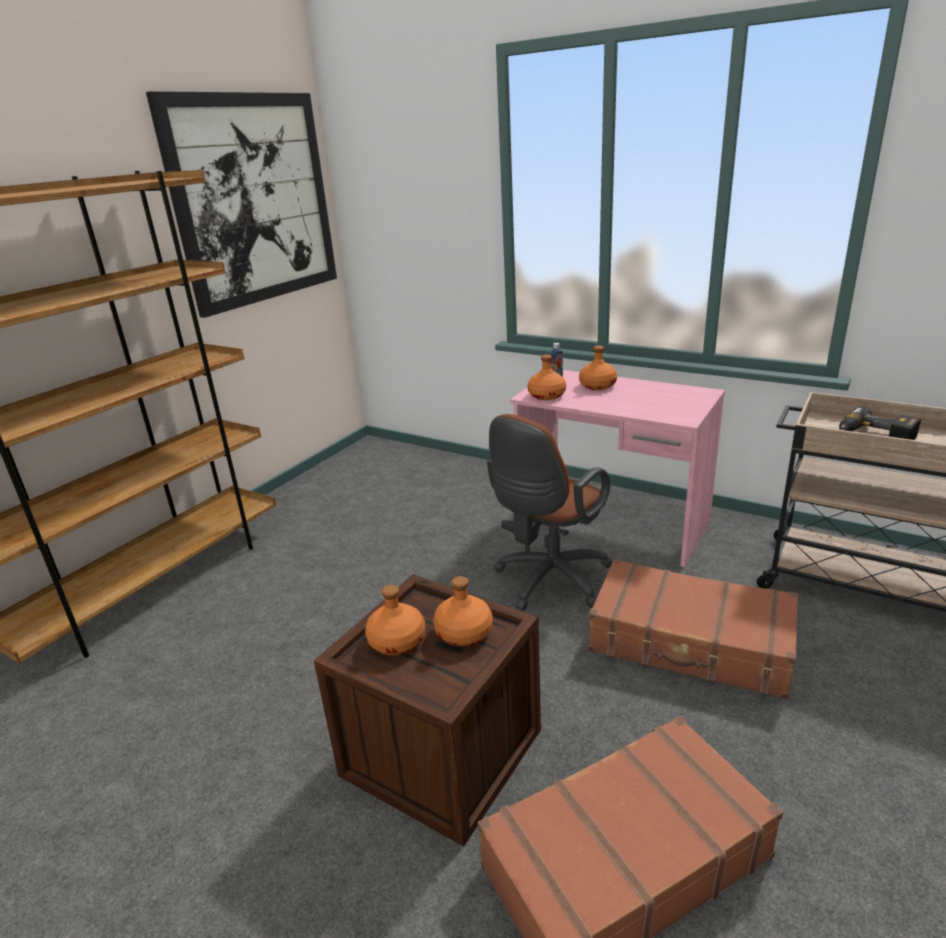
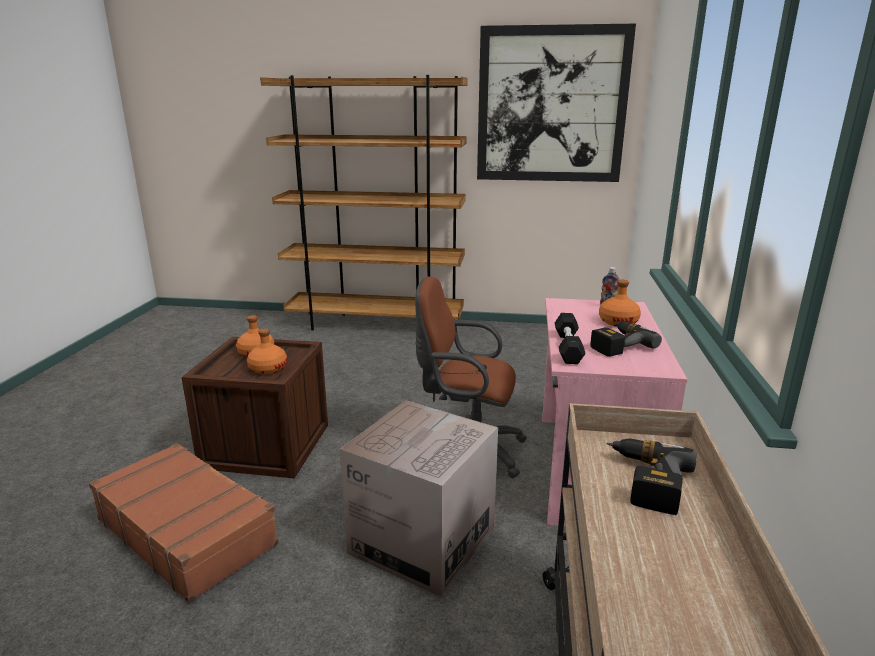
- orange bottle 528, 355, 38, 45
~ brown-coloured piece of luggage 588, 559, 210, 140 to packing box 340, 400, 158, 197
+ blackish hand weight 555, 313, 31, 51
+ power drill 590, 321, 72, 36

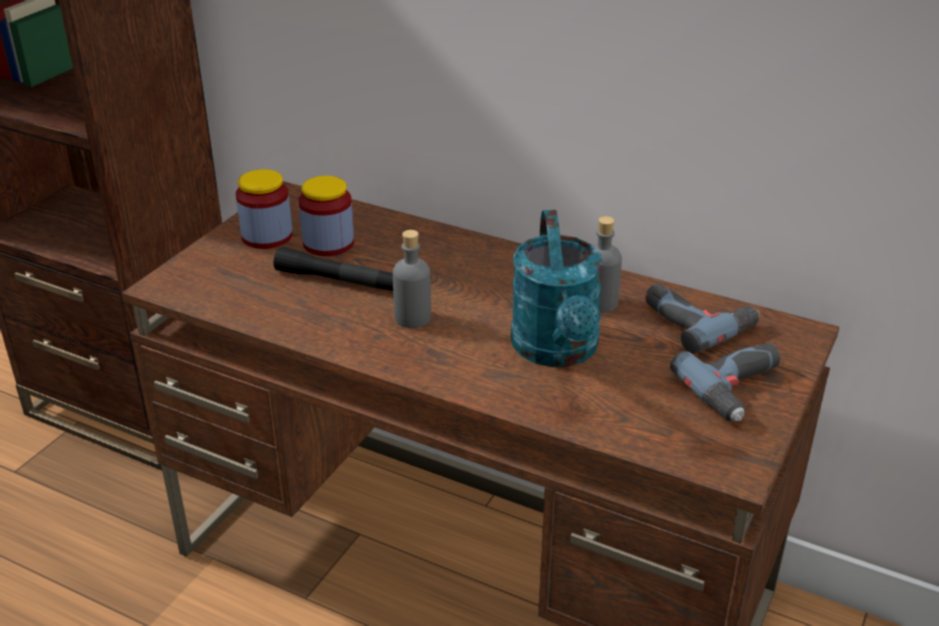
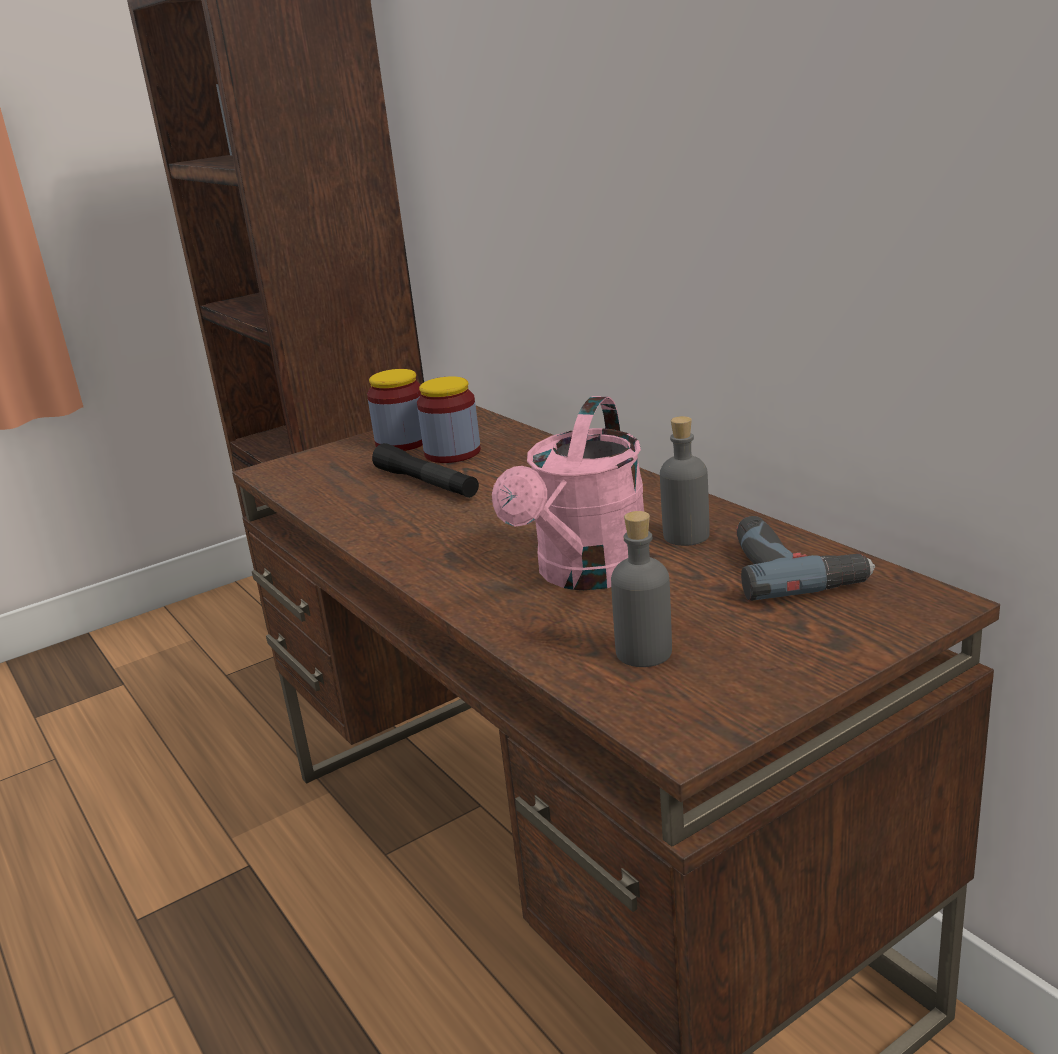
~ greyish bottle 393, 230, 38, 98 to 611, 511, 61, 156
~ turquoise-coloured watering pot 511, 210, 92, 157 to pinkish watering pot 492, 396, 158, 194
- power drill 670, 343, 110, 78

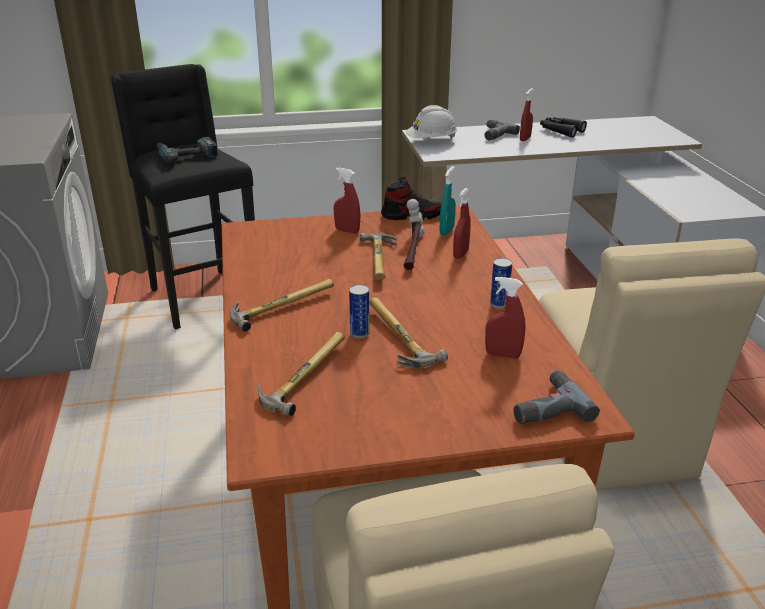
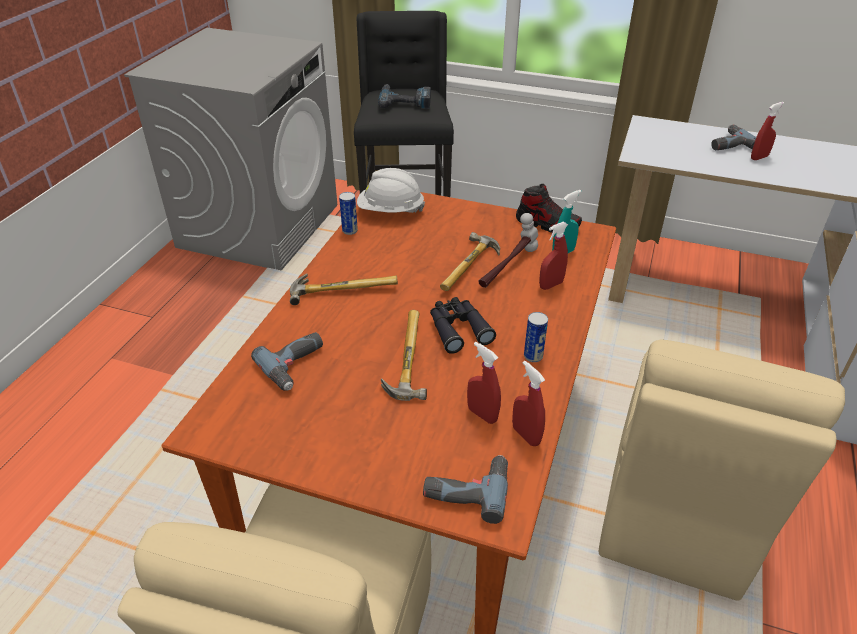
~ hammer 258, 332, 87, 84 to power drill 251, 332, 72, 59
~ reddish hand sprayer 334, 168, 26, 65 to 512, 361, 33, 85
~ can 349, 285, 21, 53 to 339, 192, 19, 43
~ white hard hat 406, 105, 51, 33 to 357, 168, 68, 45
~ blackish pair of binoculars 540, 117, 47, 21 to 430, 297, 66, 57

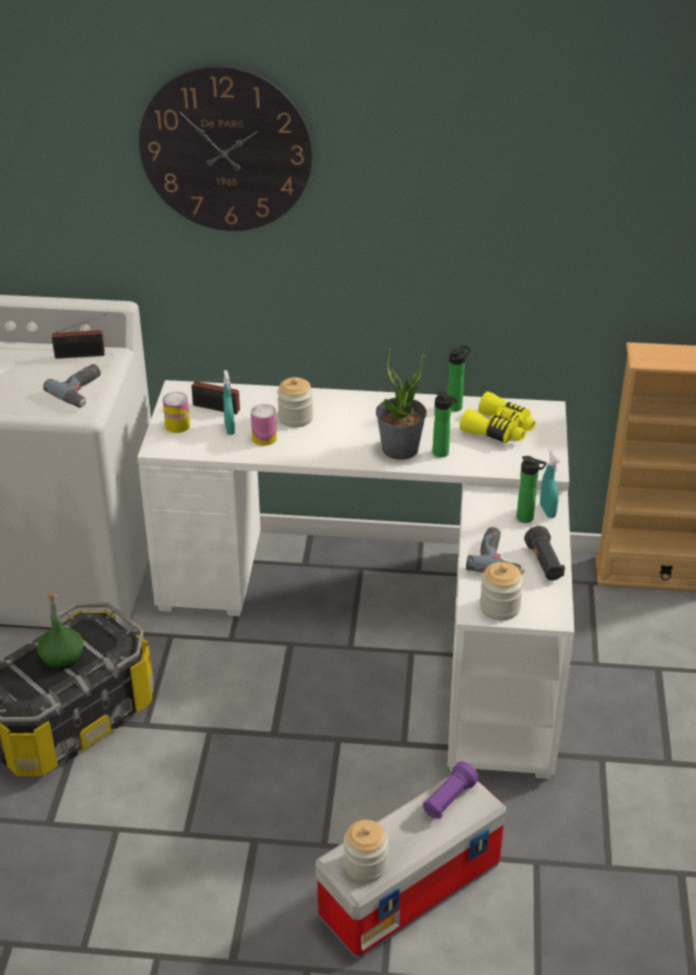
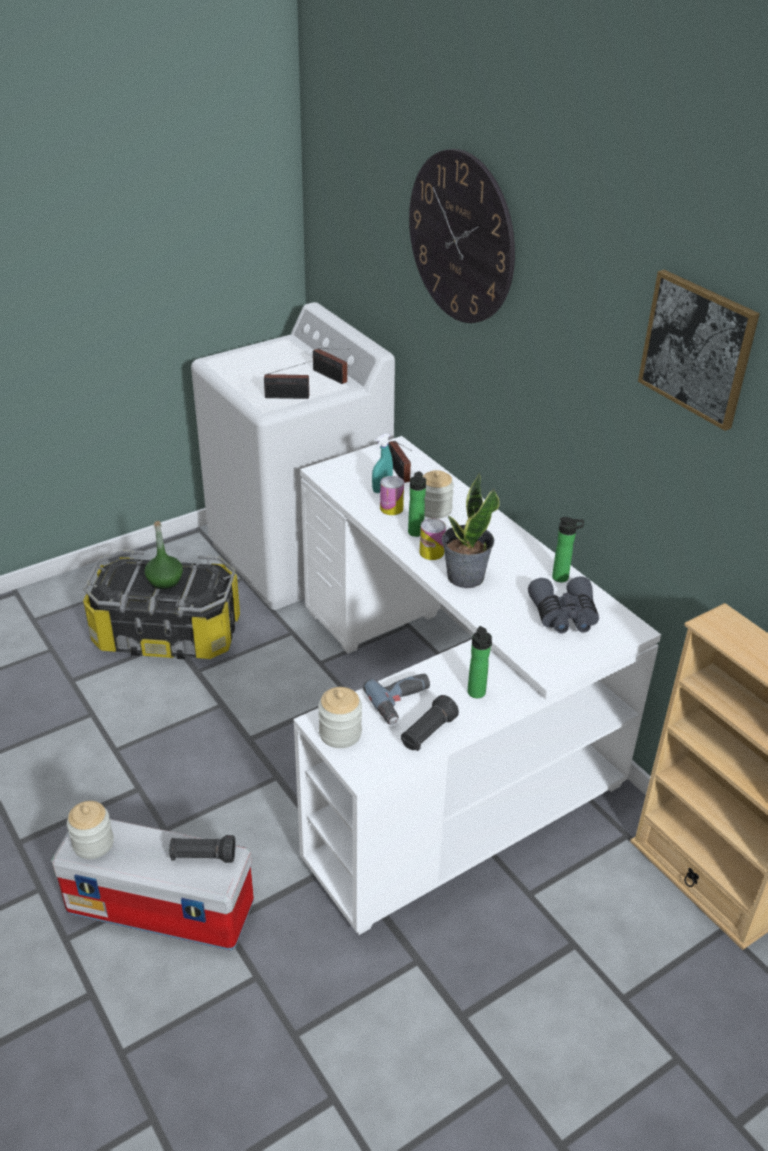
~ power drill 43, 364, 58, 44 to radio receiver 264, 360, 50, 39
~ can 163, 392, 27, 41 to 419, 519, 27, 41
~ purple-coloured hand torch 423, 761, 55, 58 to blackish hand torch 169, 835, 66, 28
~ bottle 433, 391, 25, 67 to 408, 471, 18, 66
~ yellow-coloured pair of binoculars 460, 392, 76, 51 to greyish pair of binoculars 528, 576, 71, 58
- turquoise-coloured hand sprayer 540, 451, 20, 67
+ picture 638, 270, 122, 161

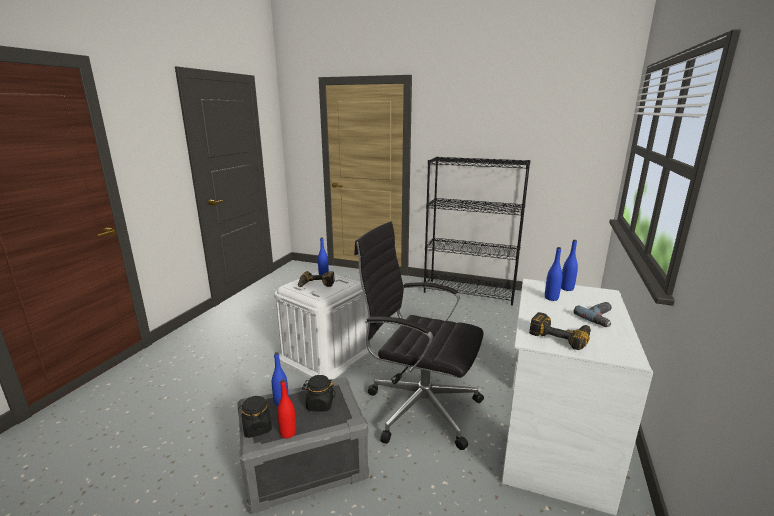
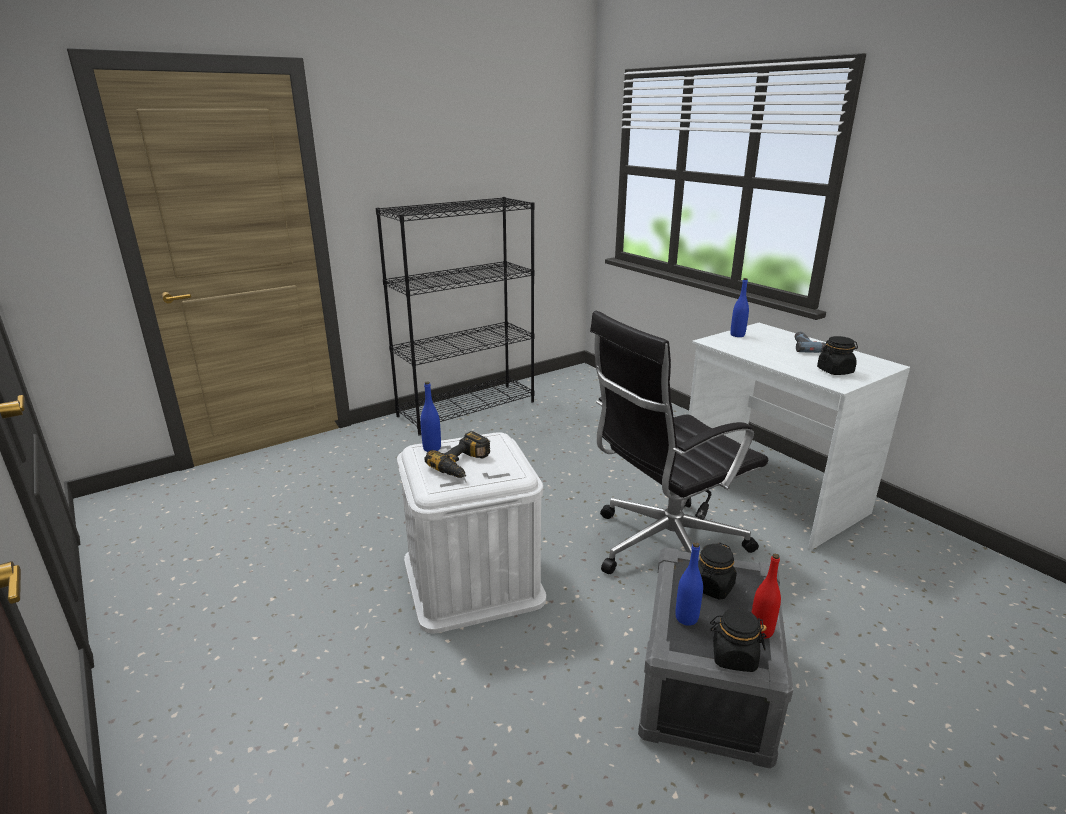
~ power drill 529, 312, 62, 38 to blackish storage jar 817, 336, 41, 39
- blue-coloured bottle 545, 247, 17, 54

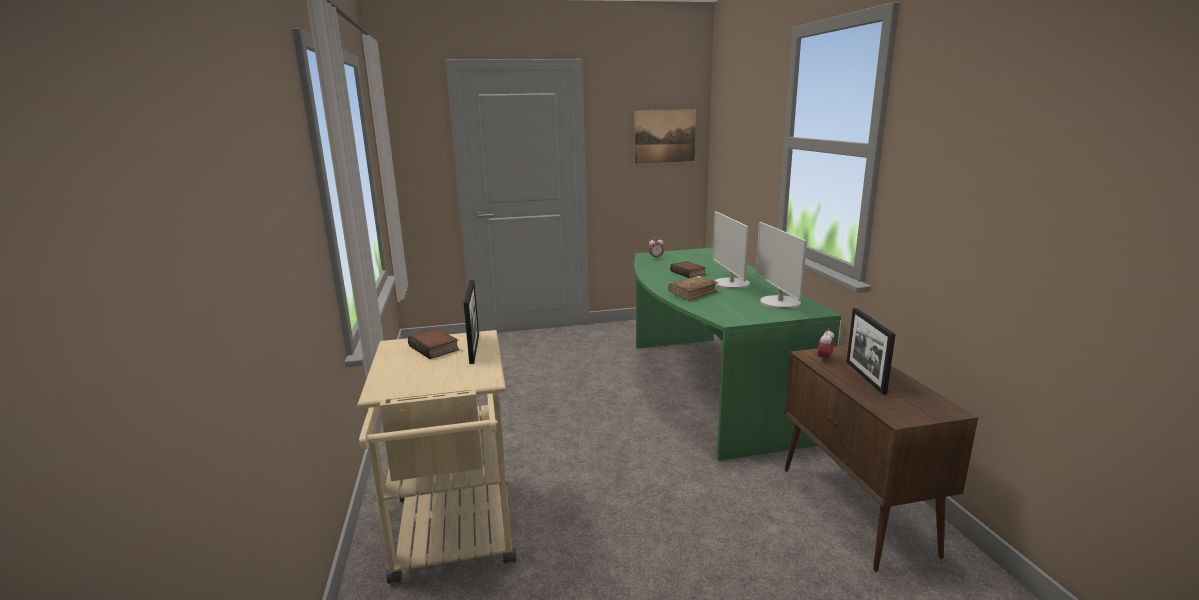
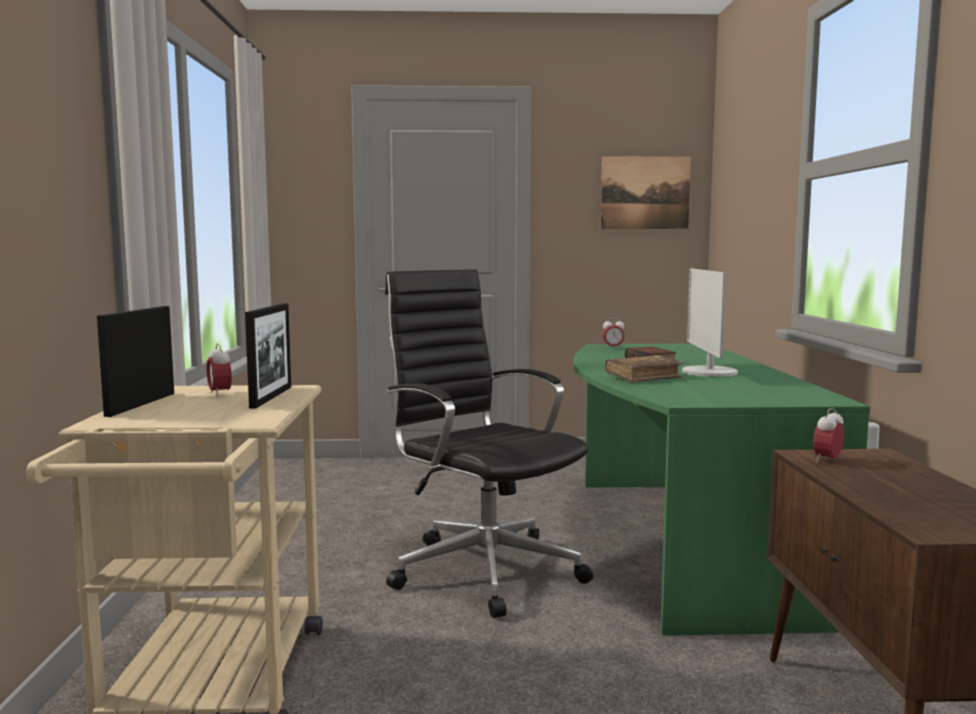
~ bound book 408, 328, 51, 31 to alarm clock 206, 343, 26, 54
- computer screen 756, 222, 51, 87
~ picture frame 847, 308, 49, 87 to 97, 306, 77, 111
+ blackish office chair 385, 269, 208, 349

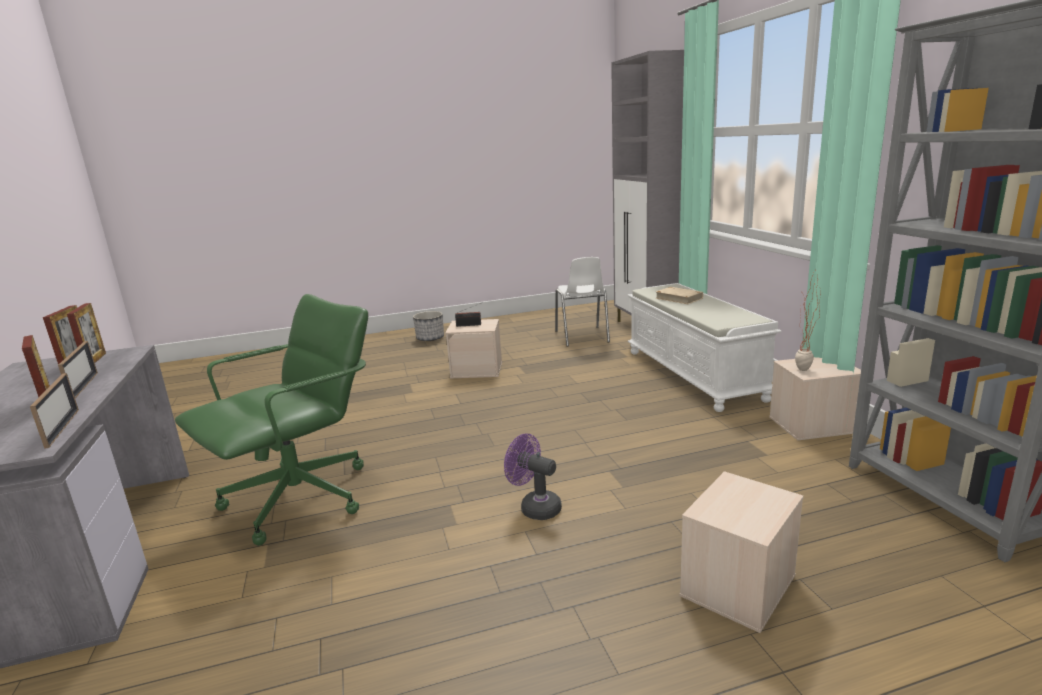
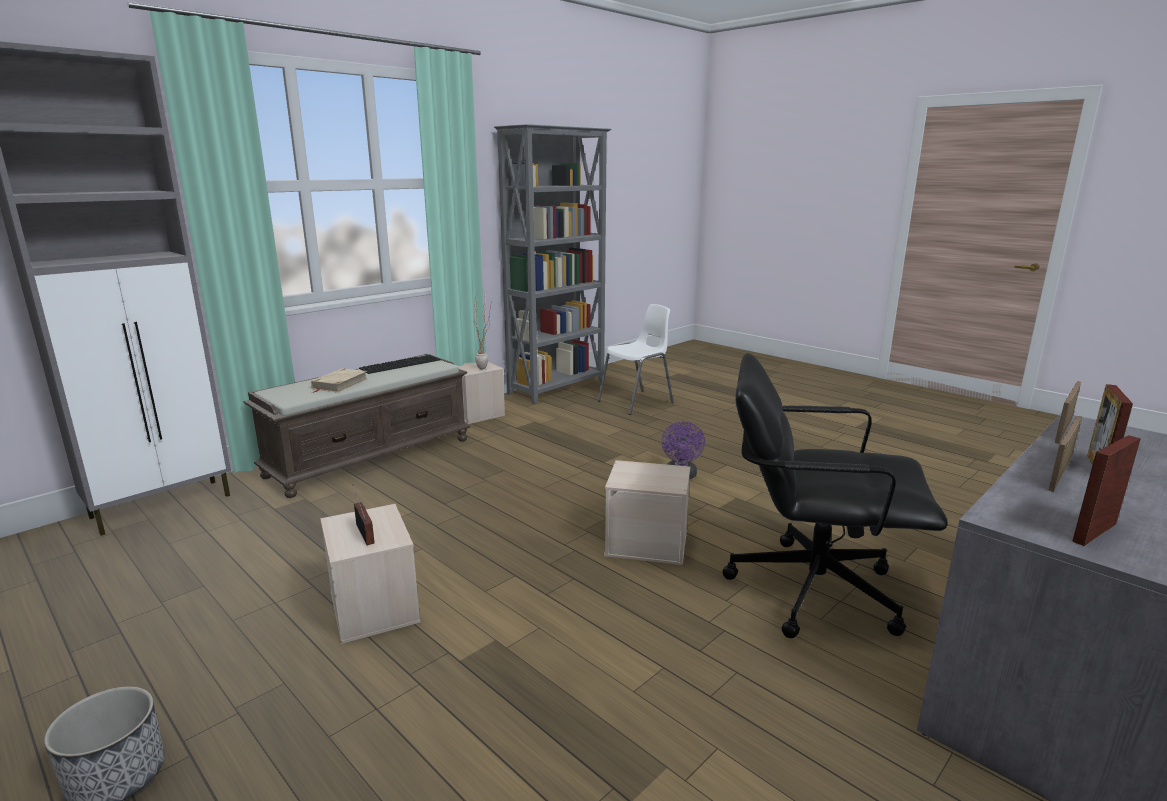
- picture frame 67, 303, 39, 60
~ greenish office chair 175, 294, 193, 252 to blackish office chair 723, 353, 225, 285
~ white upright chair 555, 257, 55, 90 to 597, 304, 77, 111
~ white indoor bench 627, 283, 155, 129 to brown-coloured indoor bench 244, 354, 227, 144
~ sand-coloured storage container 680, 471, 124, 162 to 604, 460, 86, 105
+ PC keyboard 359, 355, 82, 19

